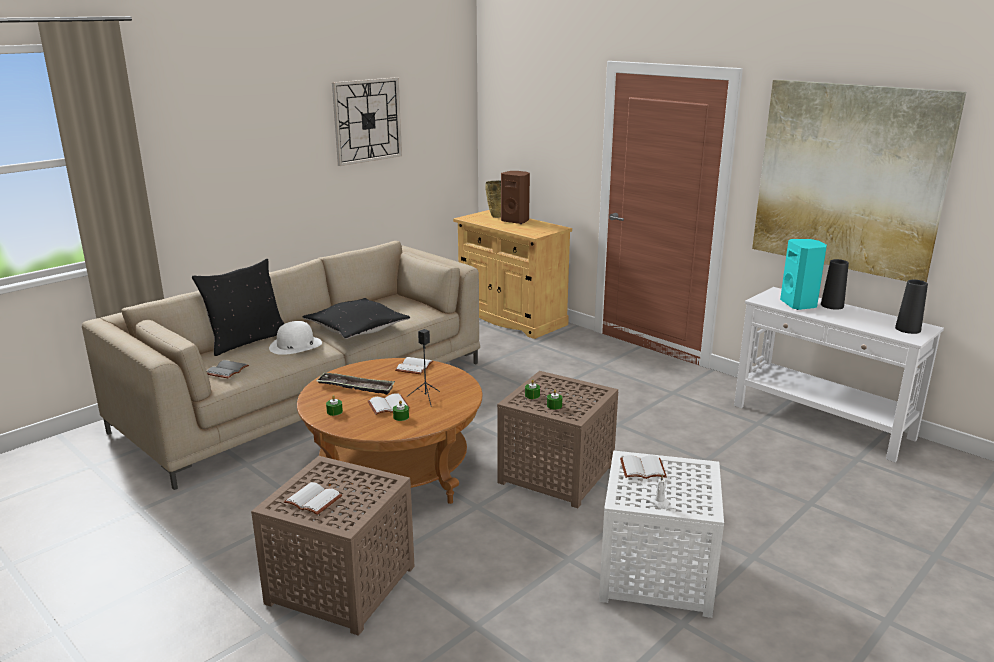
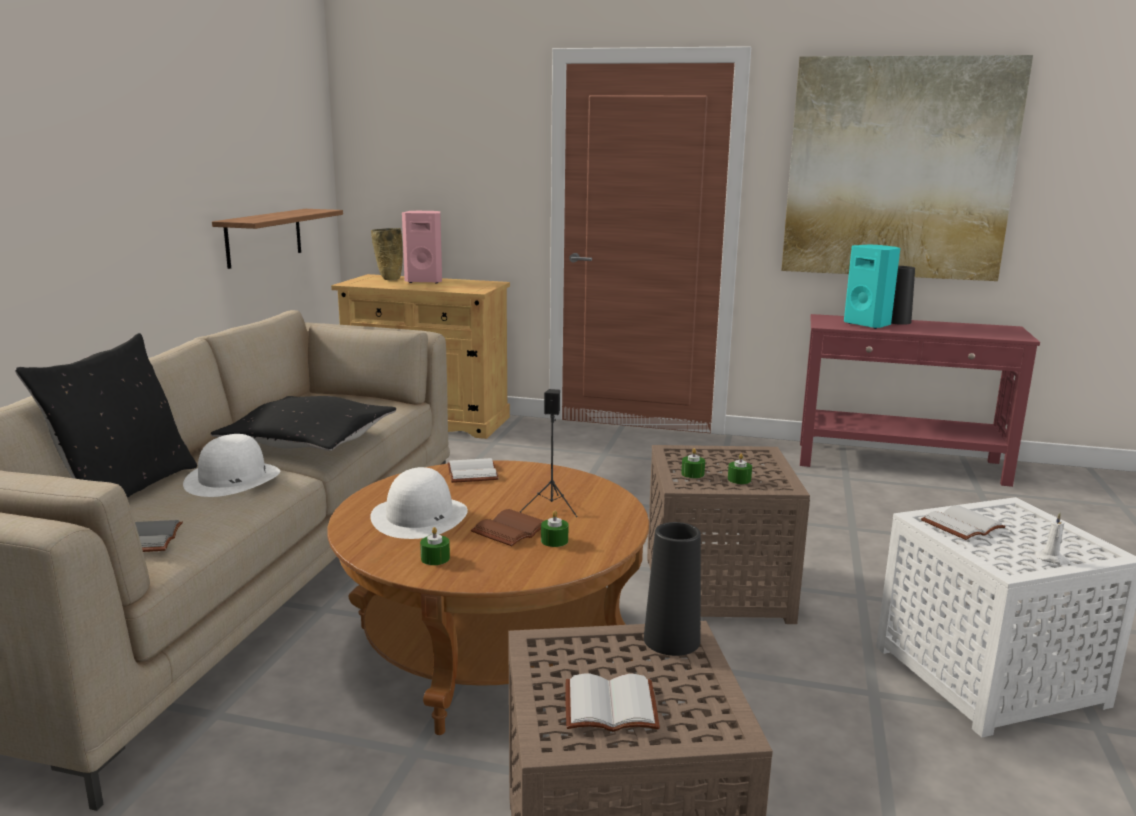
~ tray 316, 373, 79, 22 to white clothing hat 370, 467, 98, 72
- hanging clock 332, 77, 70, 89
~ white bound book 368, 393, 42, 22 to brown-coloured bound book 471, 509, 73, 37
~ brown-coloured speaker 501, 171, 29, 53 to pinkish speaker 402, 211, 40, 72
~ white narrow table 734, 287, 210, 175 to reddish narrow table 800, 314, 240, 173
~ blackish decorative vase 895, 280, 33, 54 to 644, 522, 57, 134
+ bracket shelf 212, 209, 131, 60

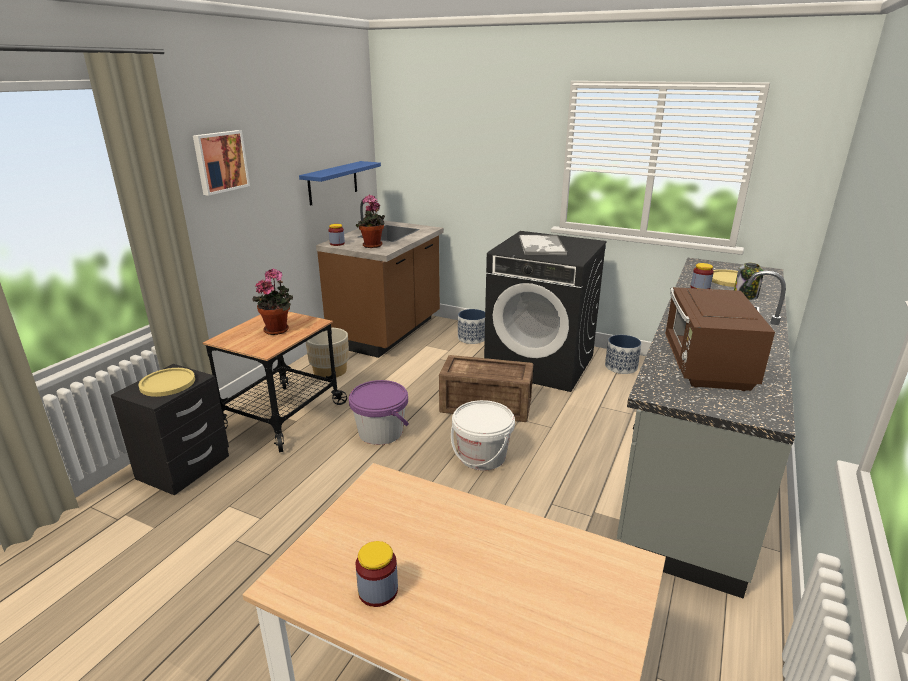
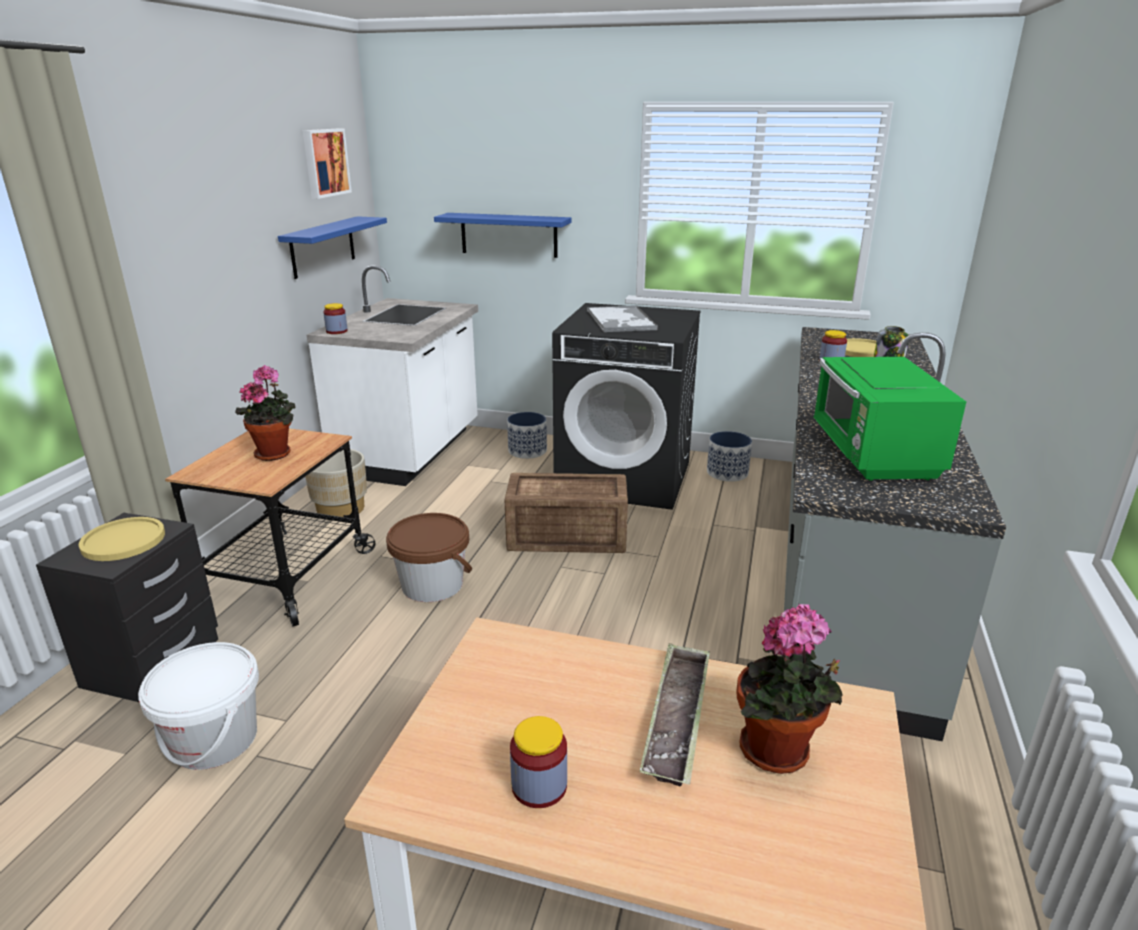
~ picture 193, 130, 57, 66 to 303, 129, 49, 70
~ brown-coloured counter 316, 198, 127, 160 to white counter 306, 265, 172, 221
~ purple-coloured pail 349, 380, 60, 65 to brown-coloured pail 386, 513, 86, 89
~ plant in a pot 356, 195, 29, 53 to 736, 604, 107, 170
~ white pail 451, 400, 64, 71 to 138, 642, 121, 128
~ brown-coloured microwave 665, 287, 110, 104 to greenish microwave 813, 357, 153, 124
+ blue-coloured bracket shelf 434, 213, 138, 45
+ tray 639, 643, 71, 143

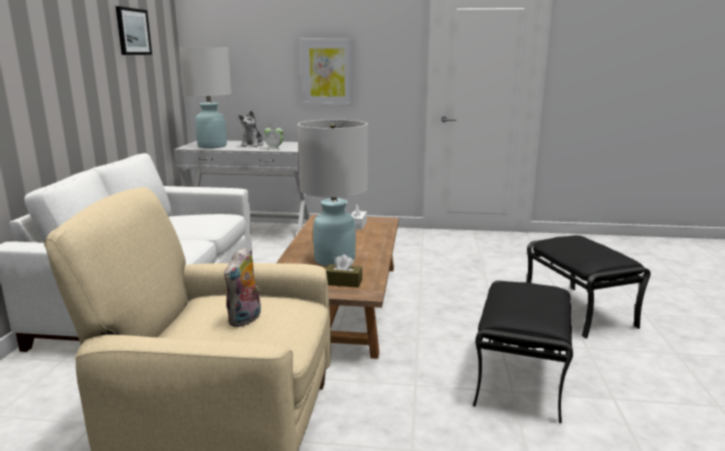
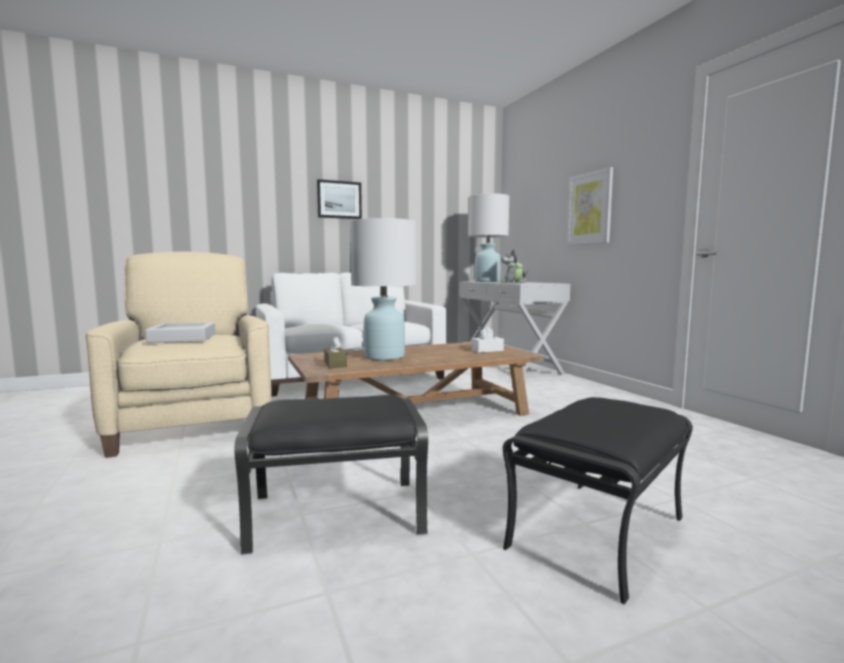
~ picture 116, 6, 36, 49 to 317, 179, 45, 40
~ plush toy 224, 247, 37, 80 to greyish tray 145, 322, 71, 21

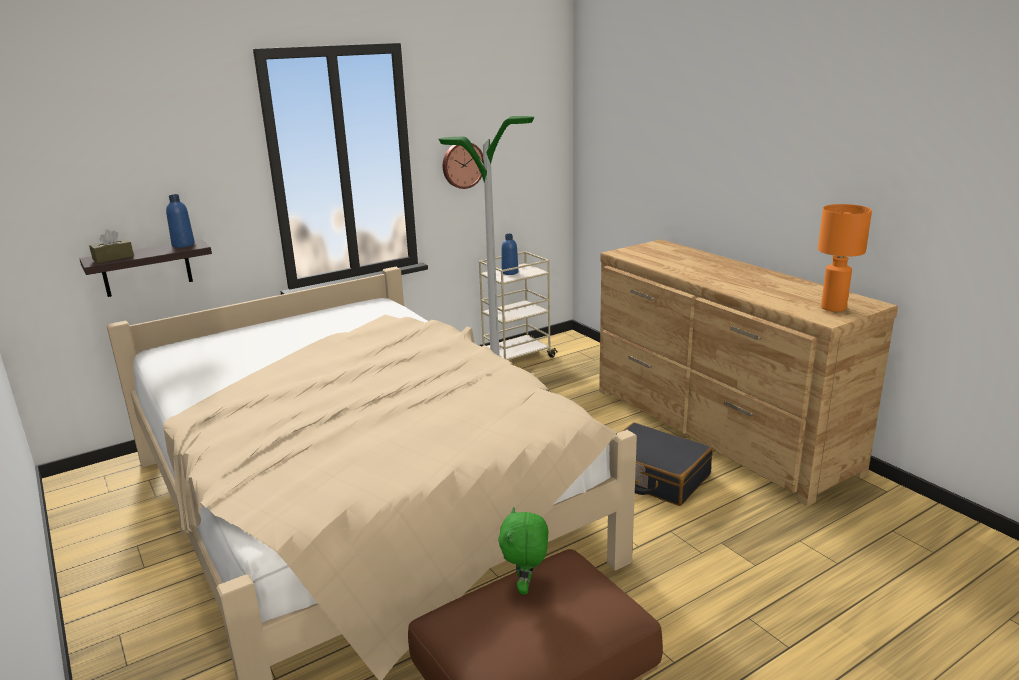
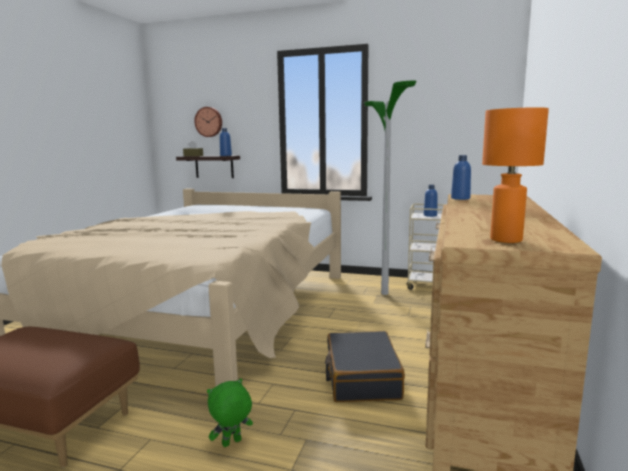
~ hanging clock 443, 143, 40, 46 to 194, 107, 28, 30
~ greenish plush toy 498, 507, 50, 88 to 207, 378, 46, 69
+ blue-coloured bottle 451, 155, 20, 45

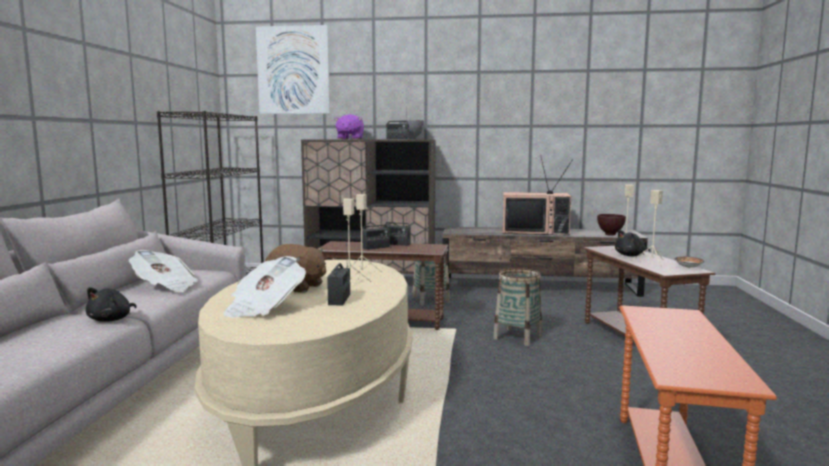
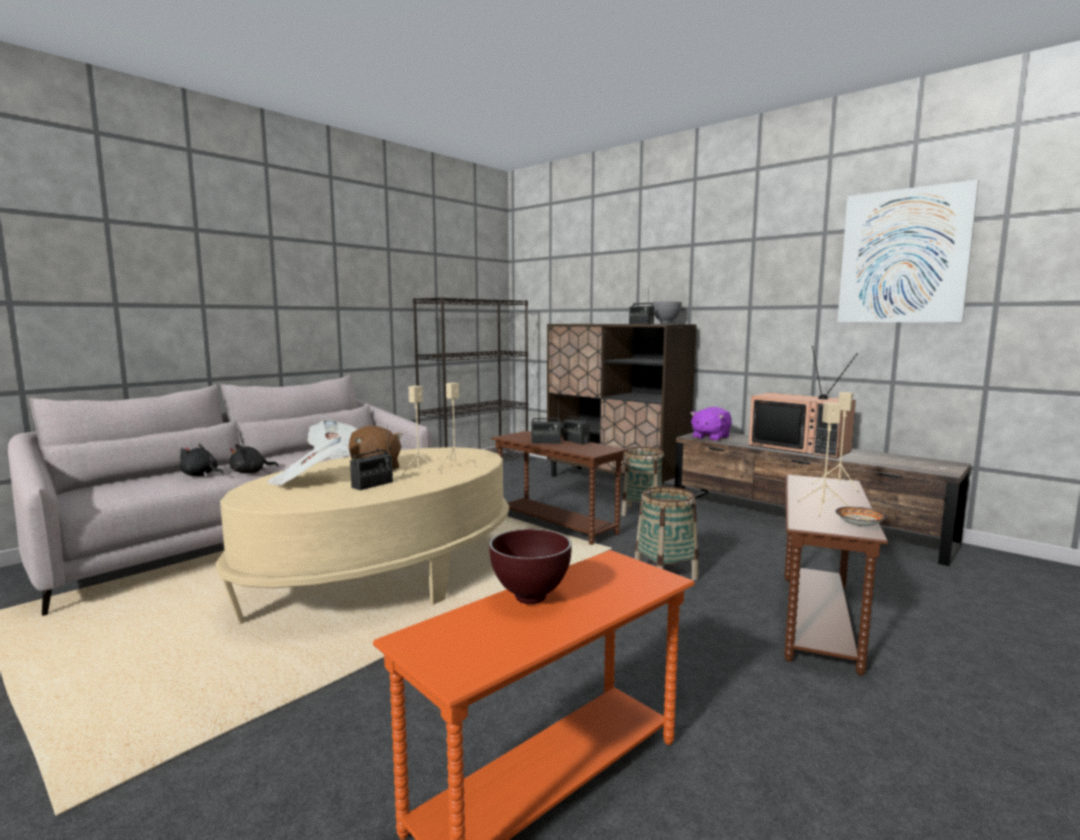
~ picture 256, 25, 74, 89 to 837, 180, 142, 142
~ purple-coloured plush toy 334, 114, 30, 25 to 690, 407, 42, 34
~ brown-coloured bowl 597, 214, 29, 22 to 489, 529, 83, 75
~ blackish plush toy 615, 230, 35, 26 to 180, 444, 44, 32

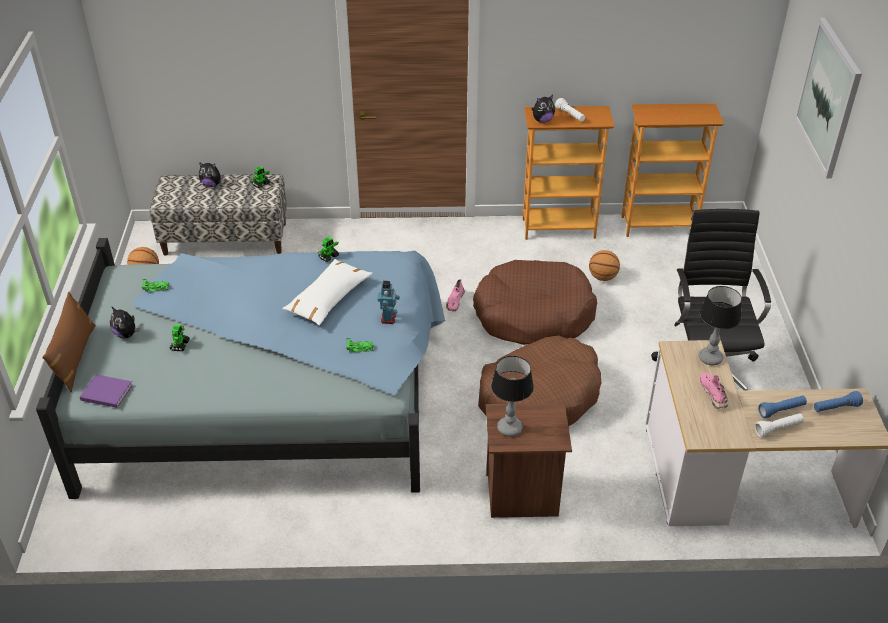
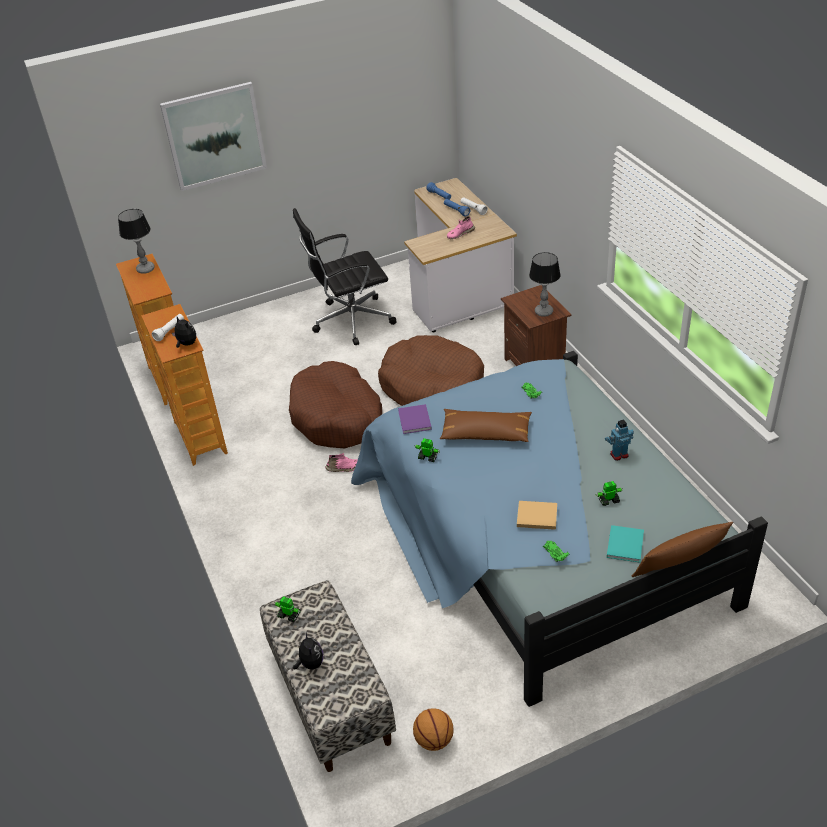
~ purple-coloured bound book 80, 374, 53, 34 to 398, 404, 34, 30
~ plush toy 110, 306, 30, 33 to turquoise-coloured bound book 607, 525, 37, 38
~ white pillow 282, 259, 90, 67 to brown-coloured pillow 440, 409, 92, 33
~ model robot 377, 281, 23, 43 to 605, 419, 29, 42
- basketball ball 589, 250, 31, 31
~ table lamp 699, 286, 43, 80 to 118, 209, 37, 65
+ sand-coloured bound book 517, 501, 40, 29

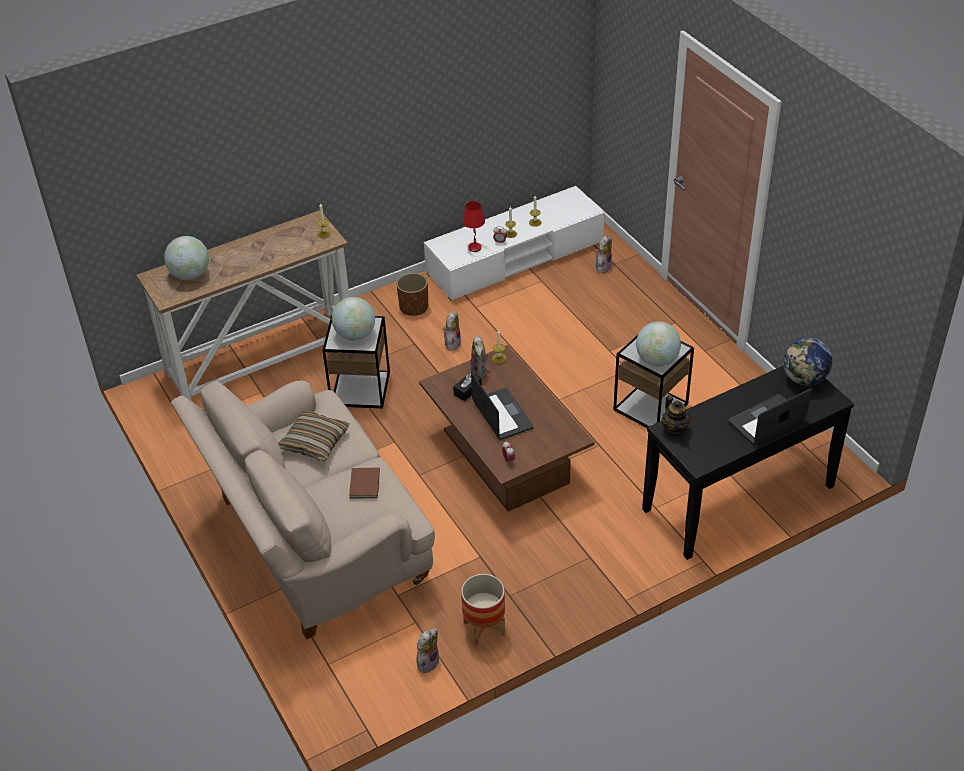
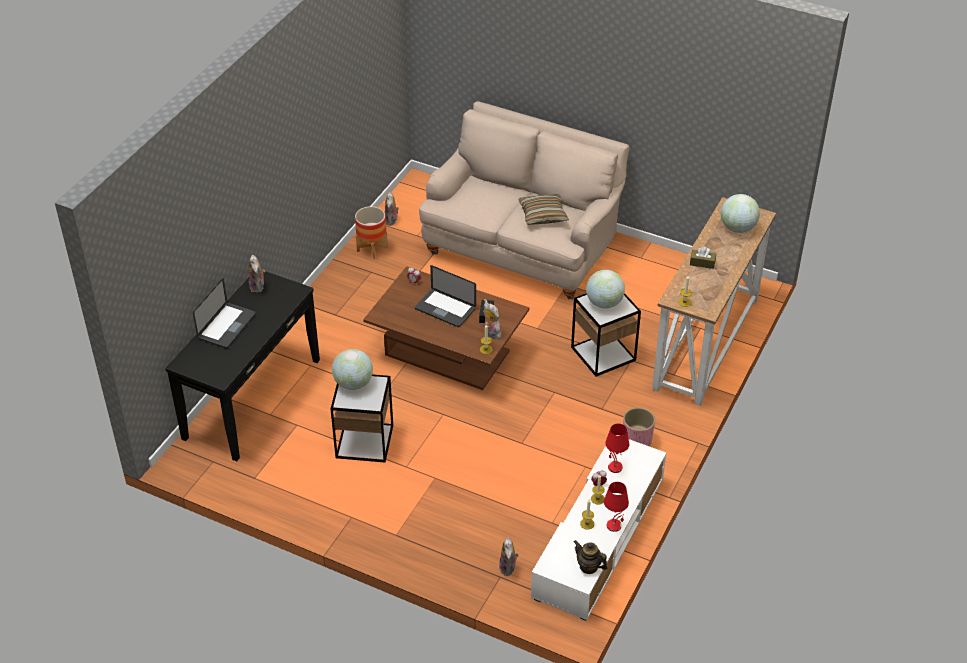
- brown-coloured bound book 349, 468, 31, 31
~ brown-coloured planter 396, 273, 32, 43 to pinkish planter 623, 407, 32, 40
~ plush toy 442, 312, 19, 39 to 249, 255, 16, 38
~ pot for tea 662, 395, 29, 42 to 574, 540, 33, 34
- desk globe 783, 338, 50, 47
+ reddish table lamp 604, 482, 25, 50
+ brown-coloured tissue holder 690, 247, 26, 22

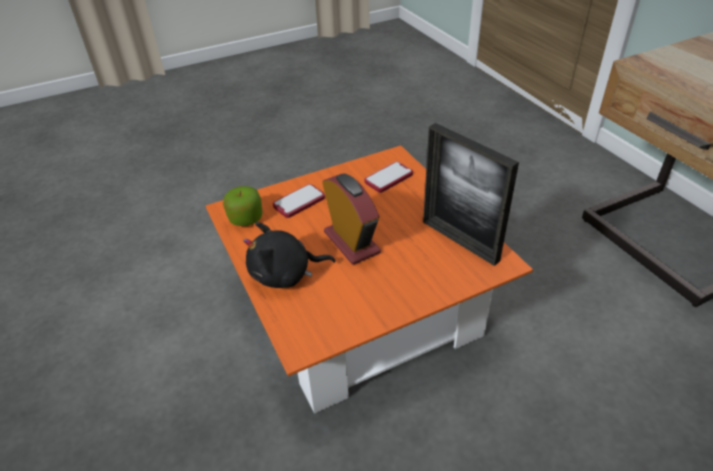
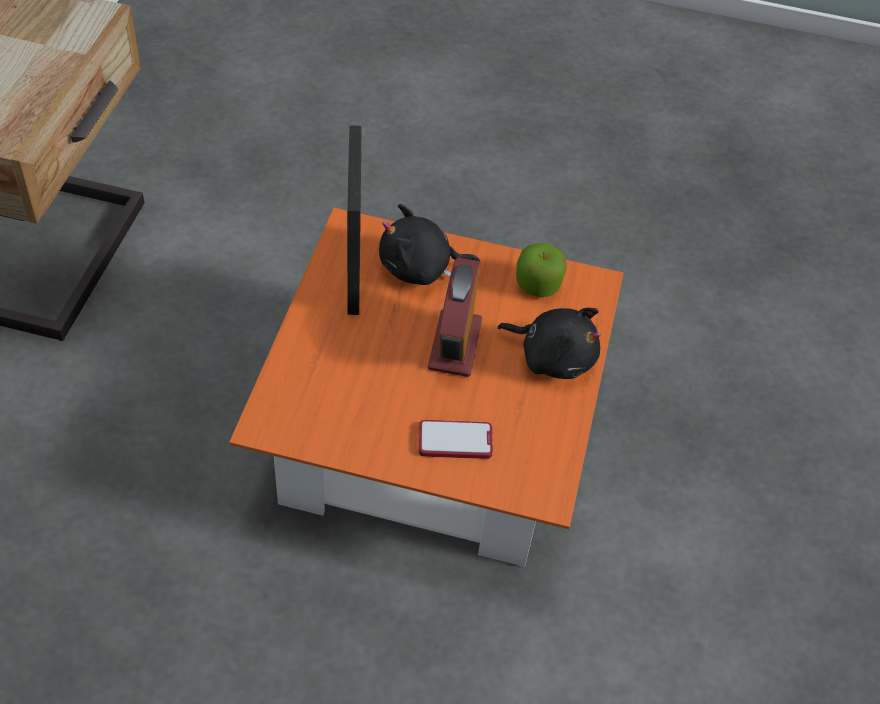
~ apple fruit 223, 186, 40, 40 to 516, 243, 51, 54
- telephone 364, 162, 49, 31
+ blackish plush toy 379, 204, 102, 81

